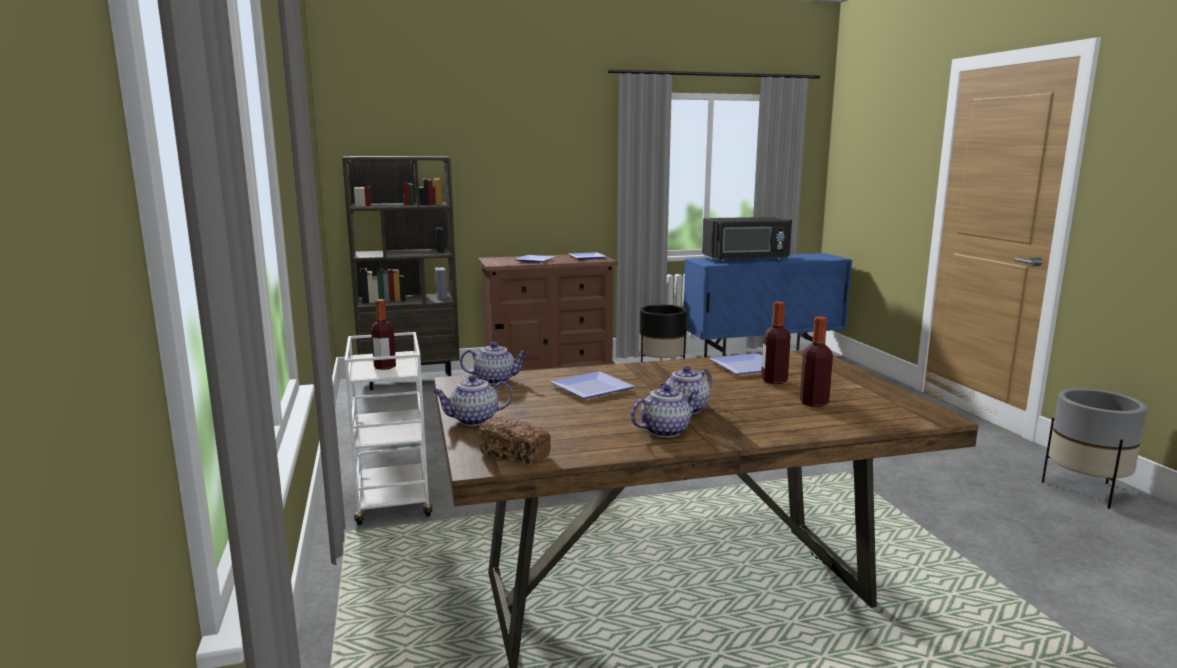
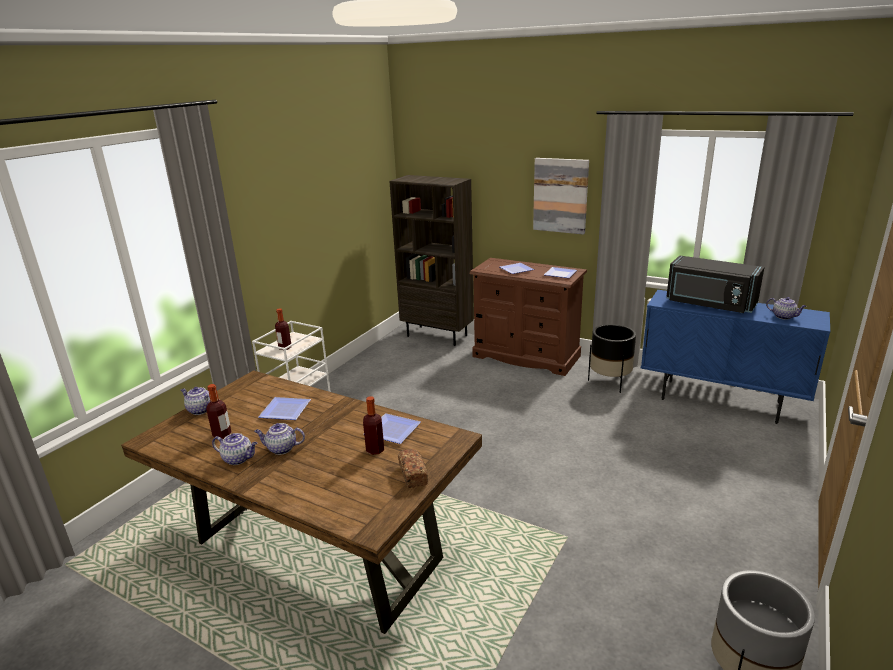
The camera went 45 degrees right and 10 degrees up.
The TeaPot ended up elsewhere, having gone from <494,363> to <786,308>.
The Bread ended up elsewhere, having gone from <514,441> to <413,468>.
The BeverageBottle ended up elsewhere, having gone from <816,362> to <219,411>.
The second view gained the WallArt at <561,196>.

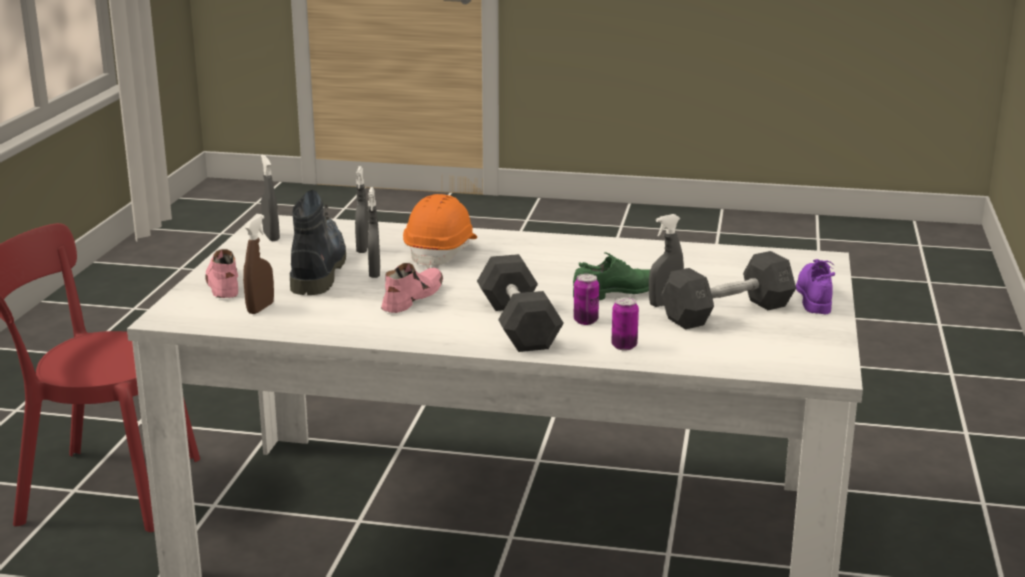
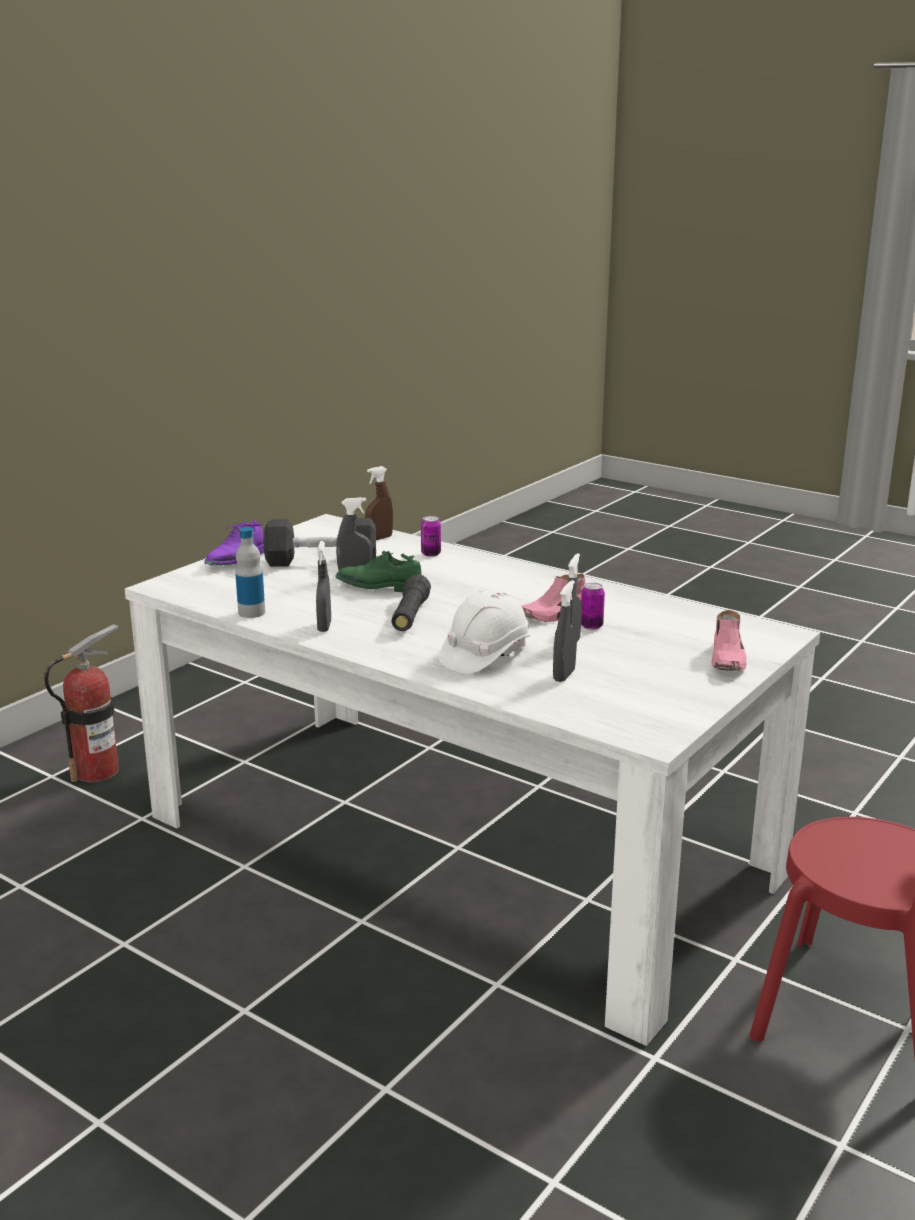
The camera went 155 degrees left and 0 degrees up.
The BrownishHandSprayer ended up elsewhere, having gone from <258,264> to <379,503>.
The GreyishHandSprayer ended up elsewhere, having gone from <270,197> to <323,586>.
The second view lost the HighTopBoot at <318,242>.
What was the OrangeyWorkHelmet at <440,231> turned into the WhiteColouredWorkHelmet at <485,631>.
The second view lost the GreyishFreeWeight at <520,303>.
The Can ended up elsewhere, having gone from <586,299> to <593,606>.
The second view gained the FireExtinguisher at <81,703>.
The second view gained the BeverageBottle at <250,572>.
The second view gained the BlackishHandTorch at <411,603>.

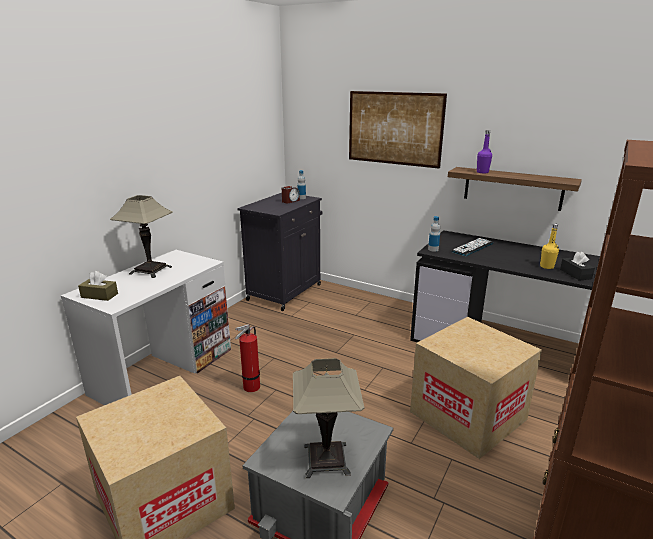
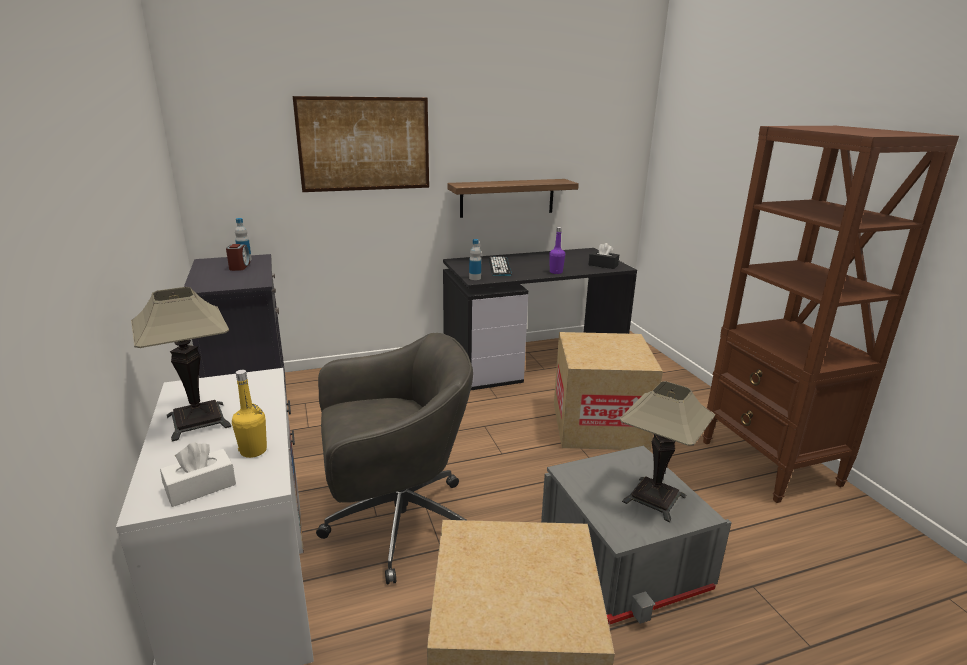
The camera went 50 degrees left and 0 degrees up.
What was the BrownishTissueHolder at <98,286> turned into the WhiteColouredTissueHolder at <198,474>.
Where the FireExtinguisher stood at <247,358>, the GreyishComputerChair came to stand at <394,459>.
The PurpleBeverageBottle ended up elsewhere, having gone from <484,151> to <557,250>.
The YellowBeverageBottle ended up elsewhere, having gone from <549,246> to <249,414>.

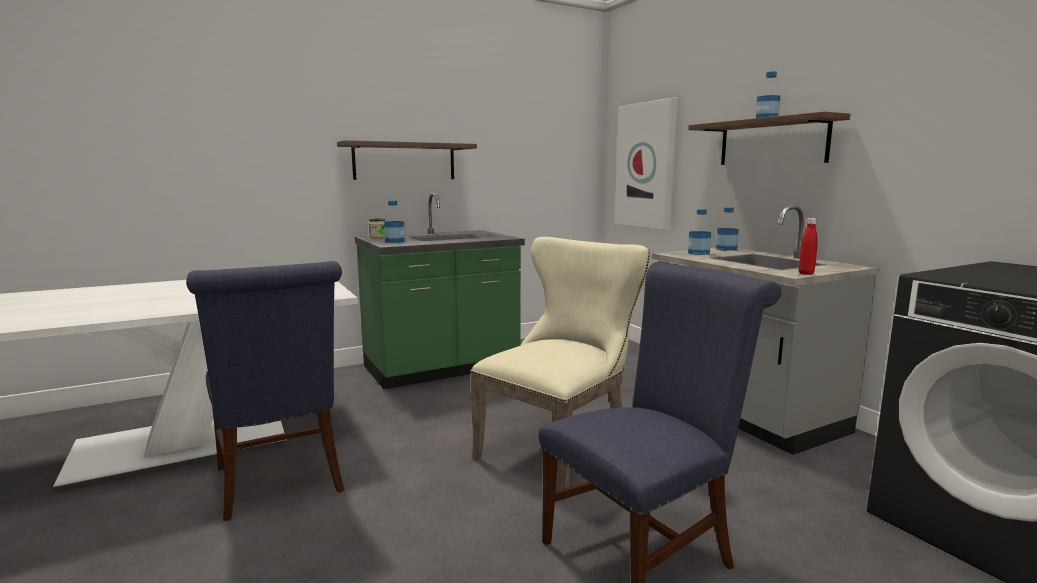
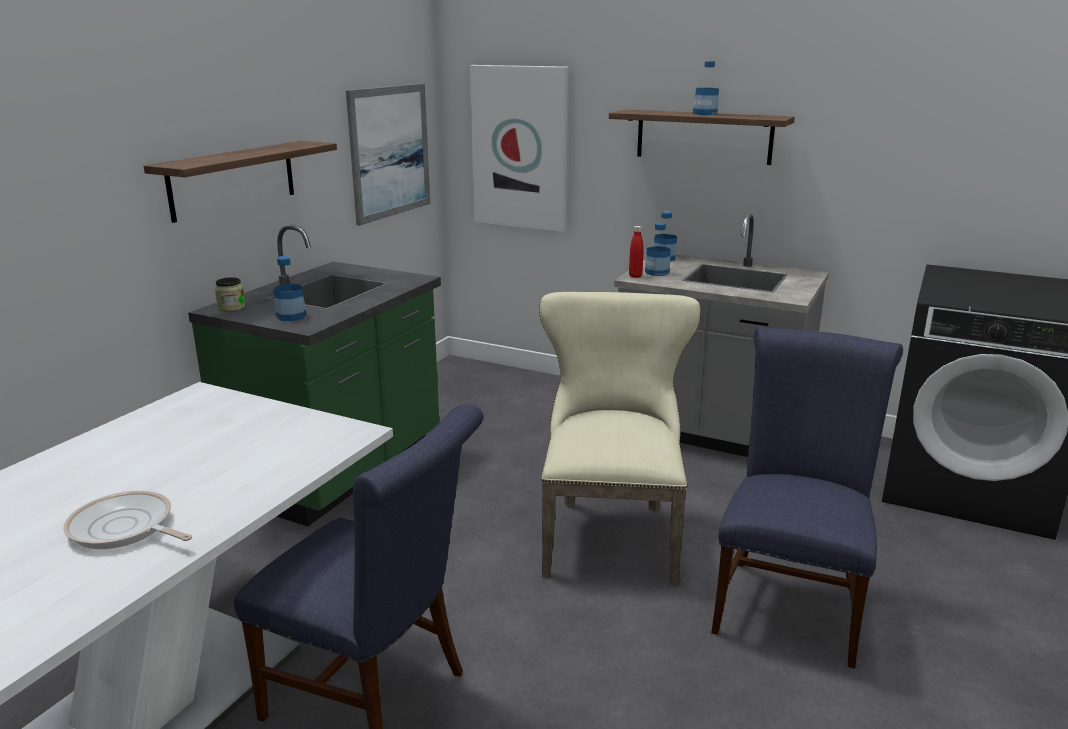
The camera went 35 degrees left and 10 degrees up.
The RedColouredBeverageBottle ended up elsewhere, having gone from <808,246> to <636,252>.
The second view gained the FryingPan at <127,520>.
The second view gained the WallArt at <388,155>.

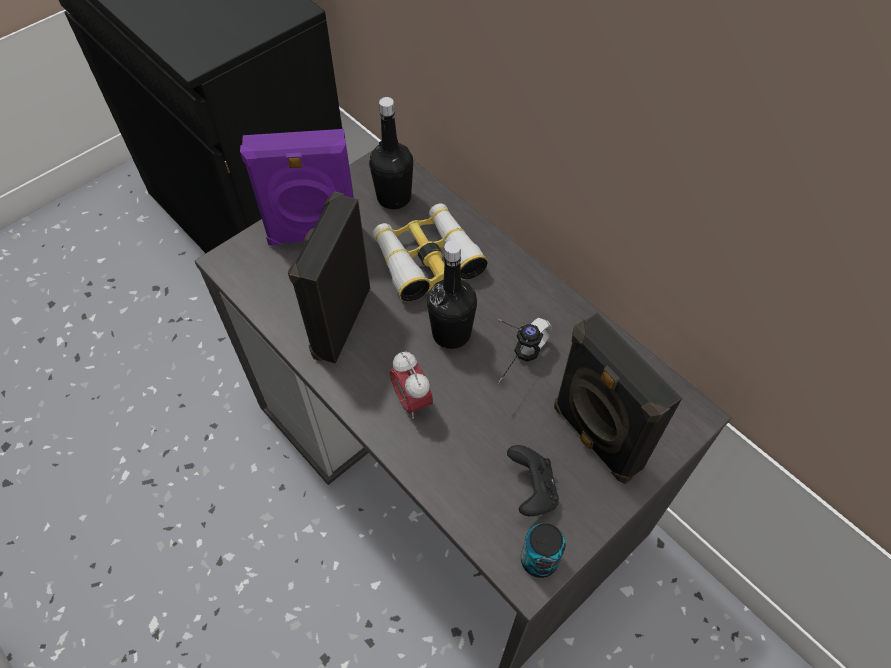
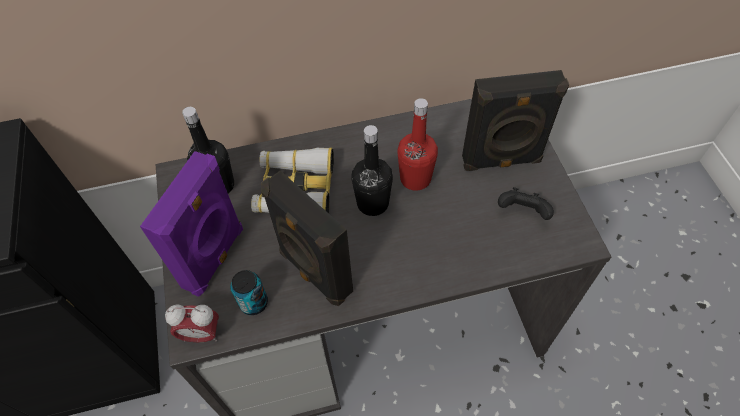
The camera went 60 degrees left and 0 degrees up.
The BedsideClock ended up elsewhere, having gone from <411,385> to <192,323>.
Where the Headphones stood at <525,351>, the RedColouredBeverageBottle came to stand at <417,144>.
The Can ended up elsewhere, having gone from <543,550> to <249,292>.

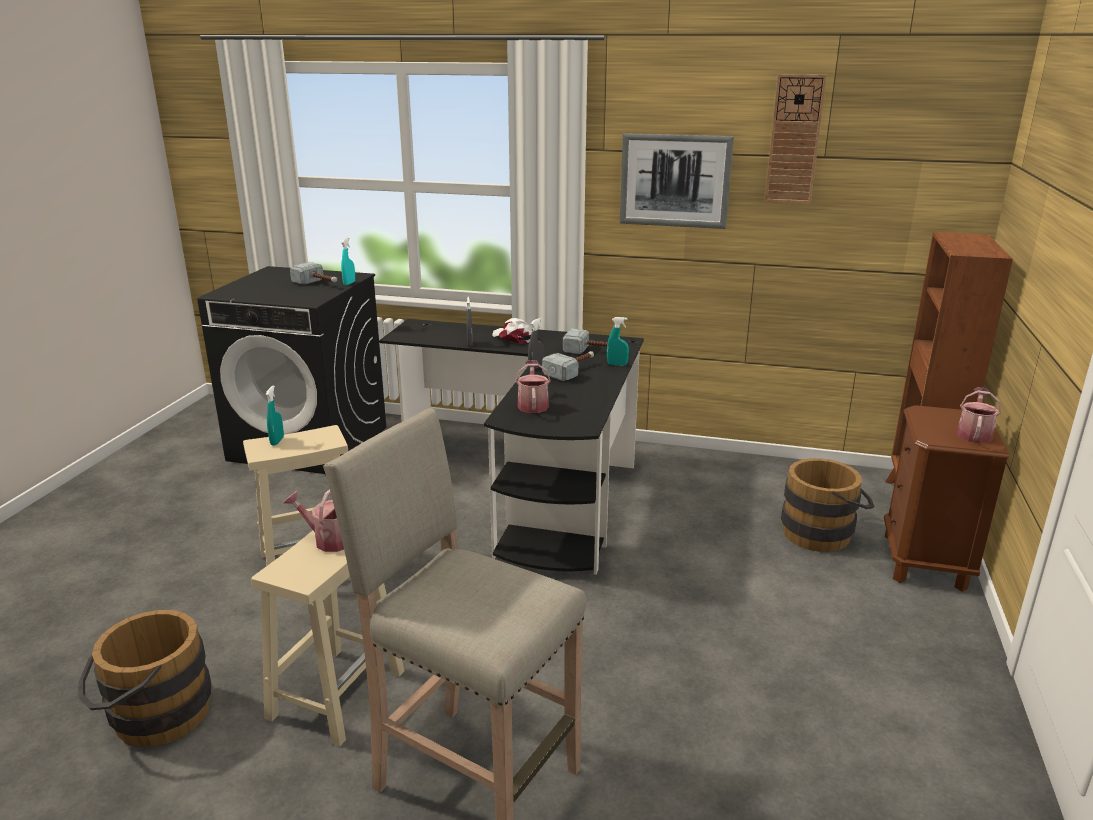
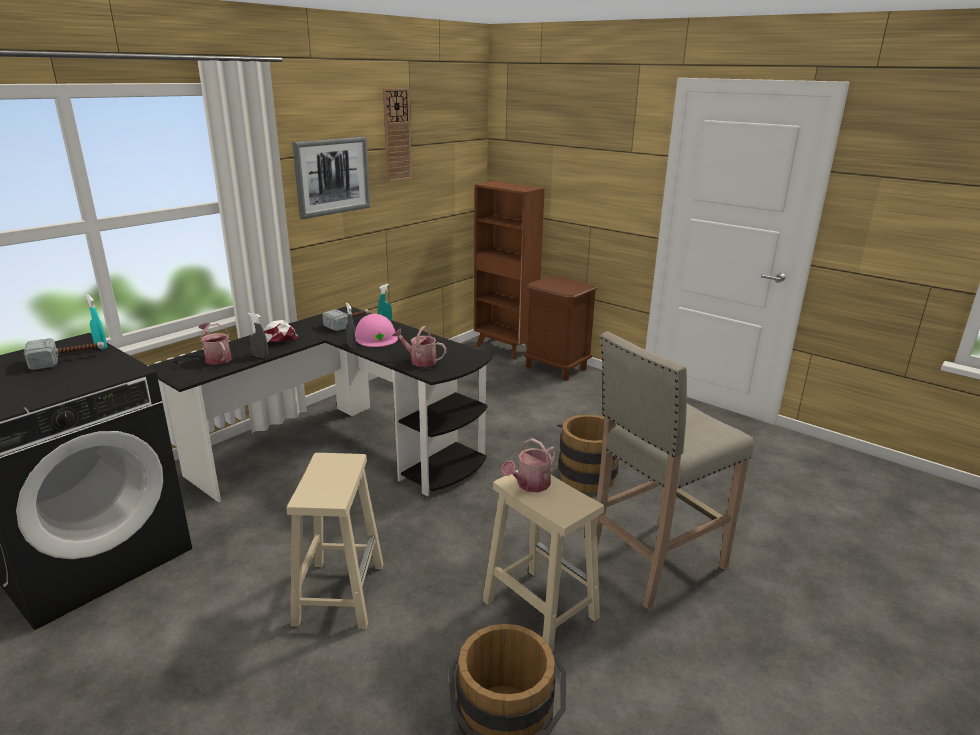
The camera went 65 degrees left and 0 degrees up.
The second view lost the TurquoiseColouredHandSprayer at <274,415>.
Where the Hammer stood at <568,366>, the PinkColouredWorkHelmet came to stand at <376,330>.
The BrownishWaterBucket ended up elsewhere, having gone from <827,505> to <588,453>.
The SprinklingCan ended up elsewhere, having gone from <978,415> to <215,343>.

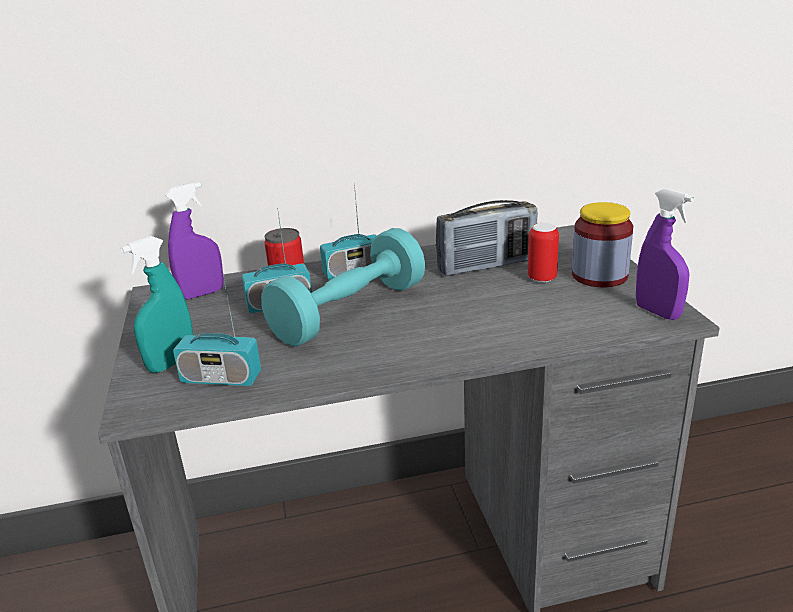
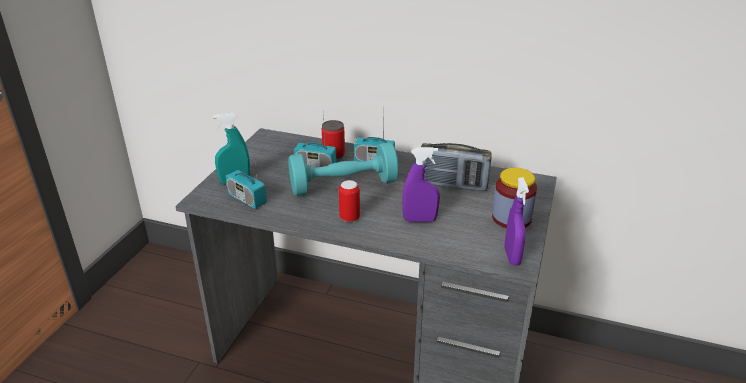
The camera went 30 degrees right and 5 degrees up.
The PurpleHandSprayer ended up elsewhere, having gone from <194,241> to <421,184>.
The Can ended up elsewhere, having gone from <543,253> to <349,201>.

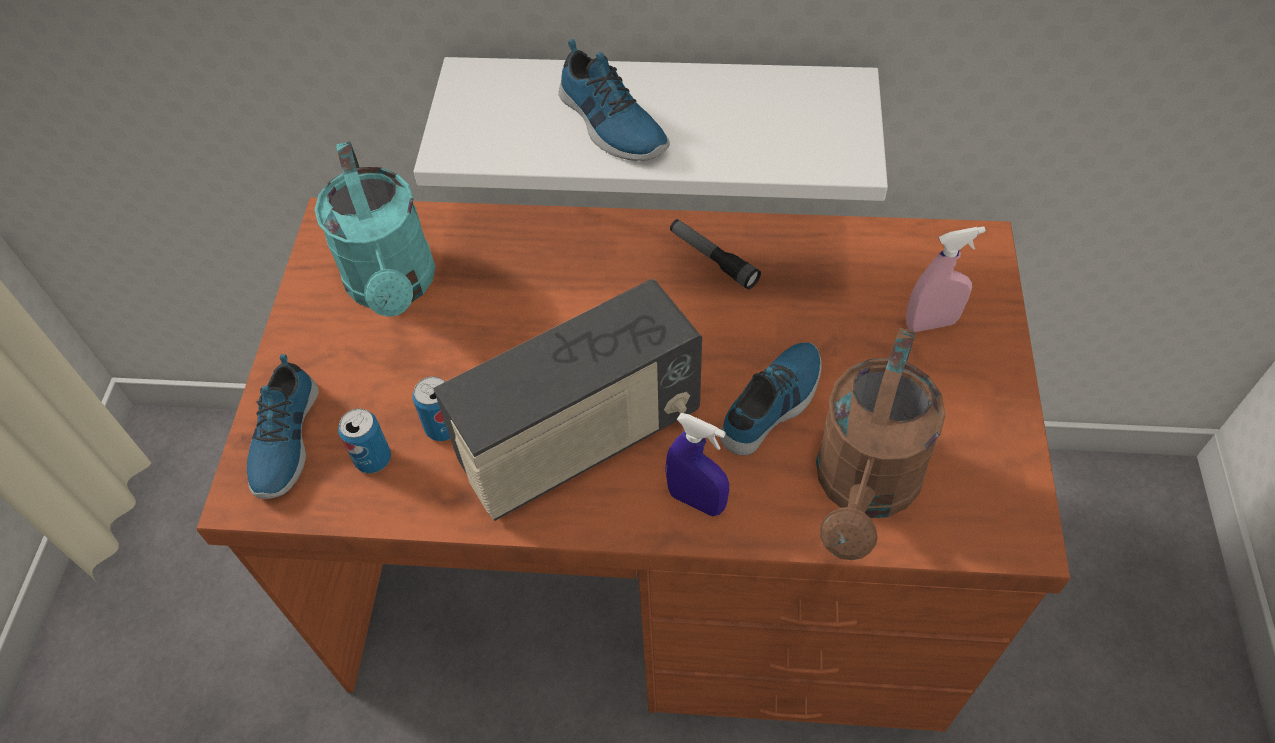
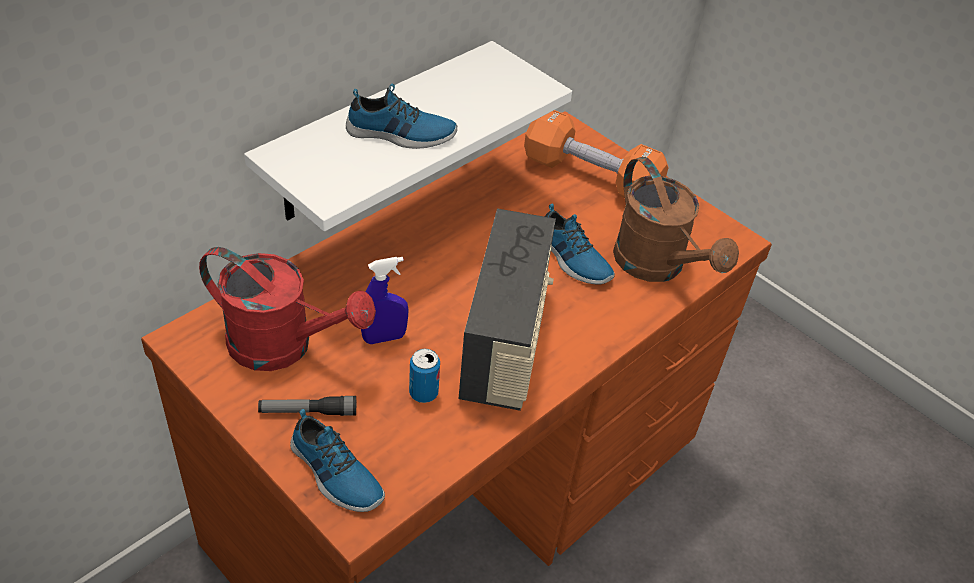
The camera went 55 degrees left and 10 degrees down.
What was the TurquoiseColouredSprinklingCan at <375,229> turned into the RedColouredSprinklingCan at <287,309>.
The second view lost the Can at <364,440>.
The BluishHandSprayer ended up elsewhere, having gone from <697,464> to <384,300>.
The HandTorch ended up elsewhere, having gone from <715,254> to <307,406>.
The LowShoe at <770,398> ended up facing another way, 150 degrees clockwise from before.
Where the PinkColouredHandSprayer stood at <946,279>, the OrangeyFreeWeight came to stand at <596,154>.

